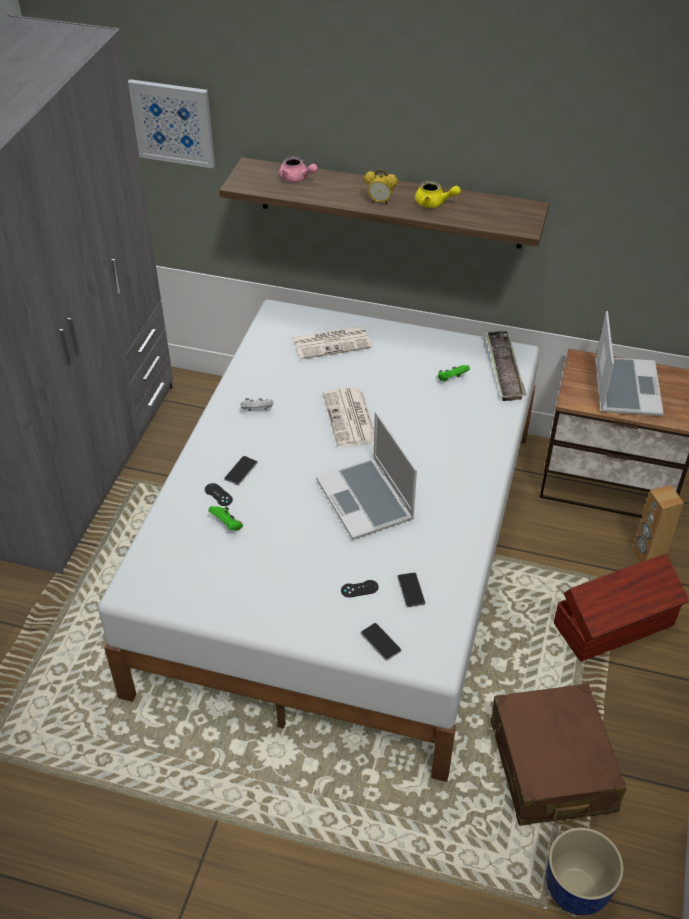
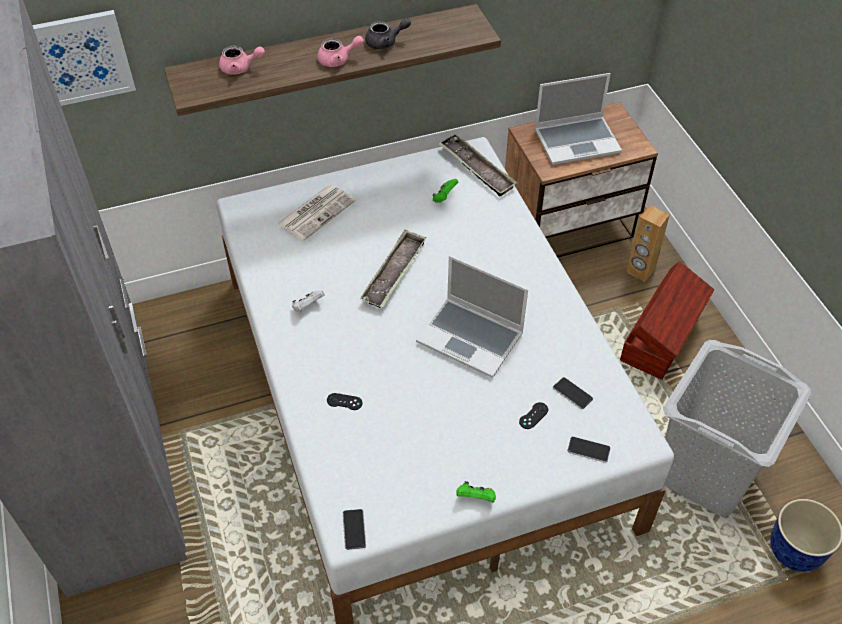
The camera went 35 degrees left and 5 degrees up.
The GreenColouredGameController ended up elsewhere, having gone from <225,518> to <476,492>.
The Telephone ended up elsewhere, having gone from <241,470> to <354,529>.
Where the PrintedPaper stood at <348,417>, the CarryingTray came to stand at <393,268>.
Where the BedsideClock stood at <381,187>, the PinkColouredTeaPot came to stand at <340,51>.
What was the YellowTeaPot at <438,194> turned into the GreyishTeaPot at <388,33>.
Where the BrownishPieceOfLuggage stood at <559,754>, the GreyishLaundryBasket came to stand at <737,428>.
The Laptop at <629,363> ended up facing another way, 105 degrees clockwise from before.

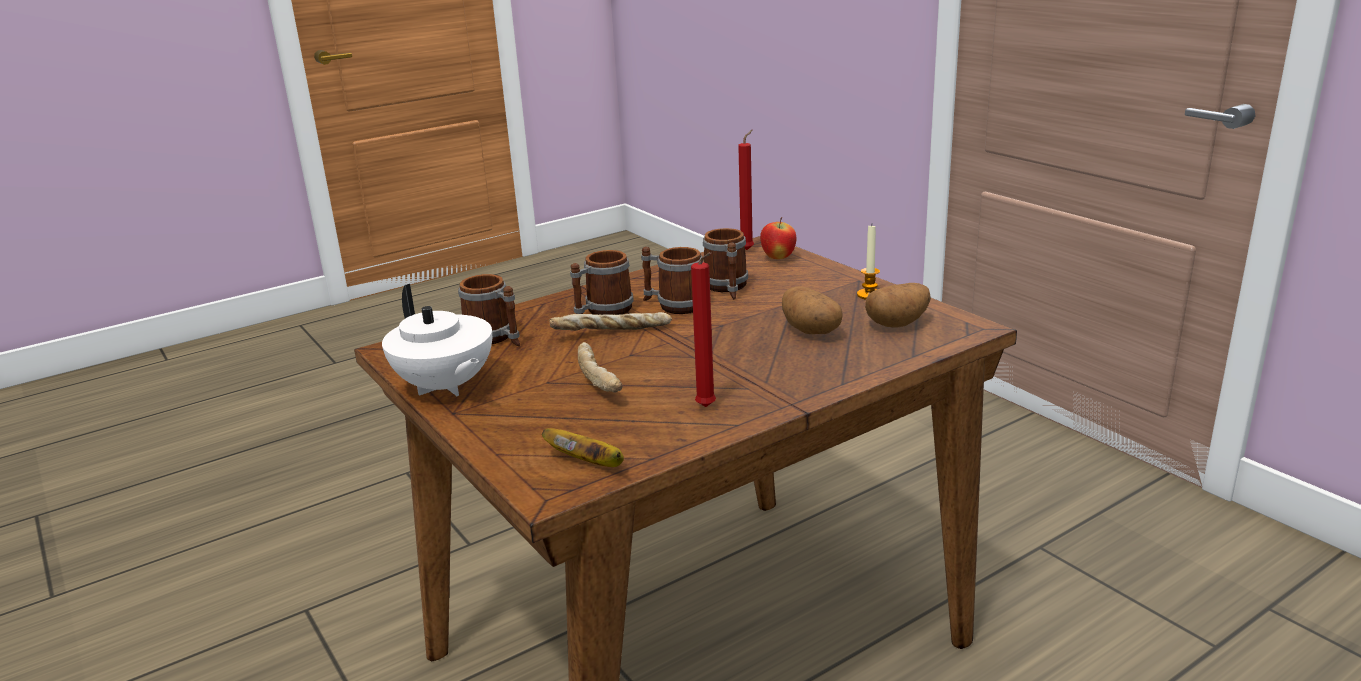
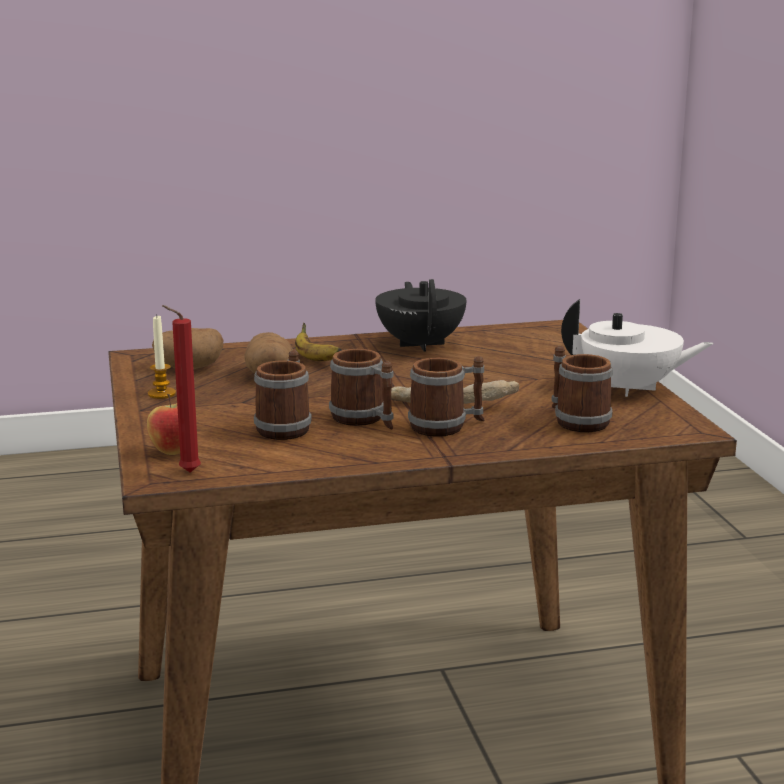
The camera went 160 degrees left and 5 degrees down.
The WhiteColouredTeaPot at <437,340> ended up facing another way, 120 degrees clockwise from before.
The WholeBanana ended up elsewhere, having gone from <583,447> to <318,342>.
The second view lost the Bread at <600,367>.
Where the RedColouredCandle stood at <703,329>, the BlackishTeaPot came to stand at <420,315>.

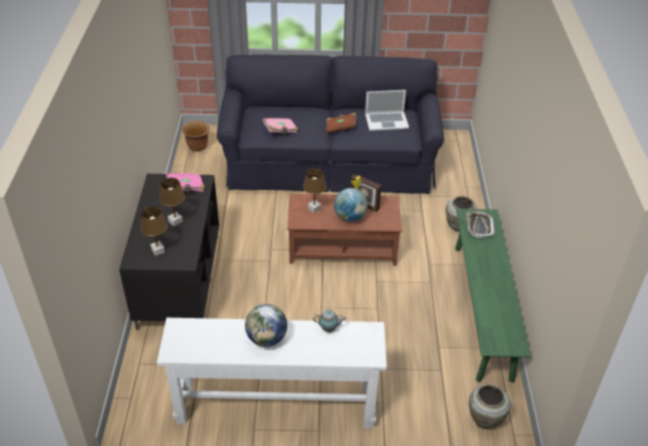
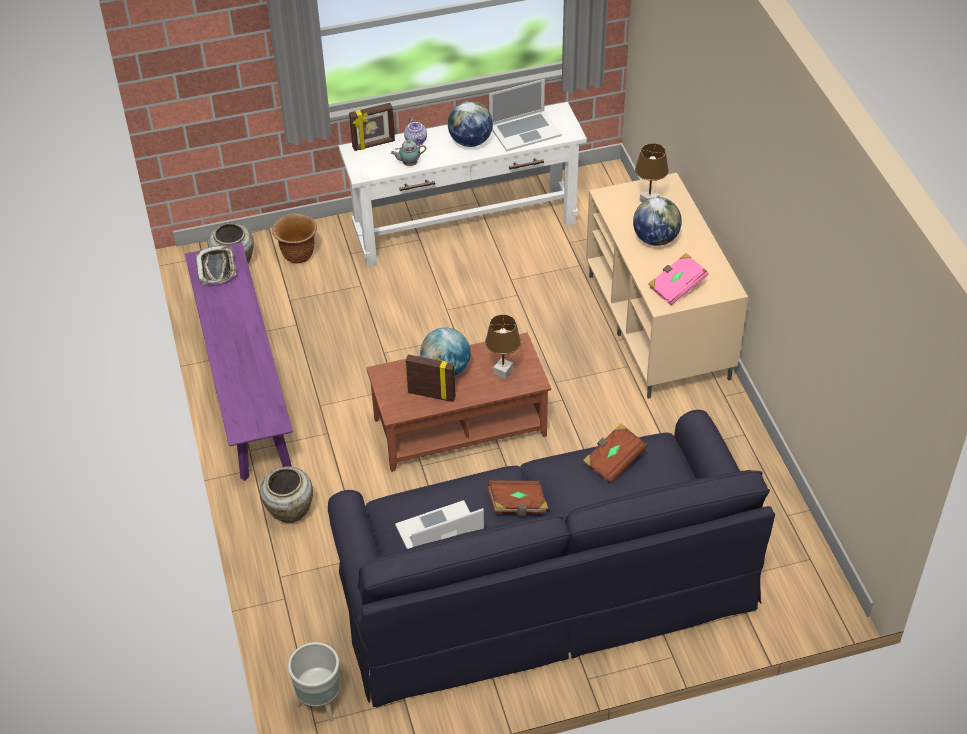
The camera went 165 degrees right and 5 degrees up.
What was the BlackishMediaConsole at <169,252> turned into the BeigeColouredMediaConsole at <667,286>.
Where the BrownishLampForATable stood at <172,202>, the DeskGlobe came to stand at <657,221>.
The BrownishFlowerPot ended up elsewhere, having gone from <195,136> to <294,238>.
What was the PinkColouredBook at <280,126> turned into the BrownishBook at <615,453>.
What was the GreenColouredLongSeat at <493,296> turned into the PurpleLongSeat at <239,361>.
The CarryingTray ended up elsewhere, having gone from <480,224> to <215,265>.
The second view gained the GreyishFlowerPot at <314,682>.
The second view gained the StandingFrame at <372,127>.
The second view gained the TeaPot at <415,131>.
The second view gained the Laptop at <525,115>.

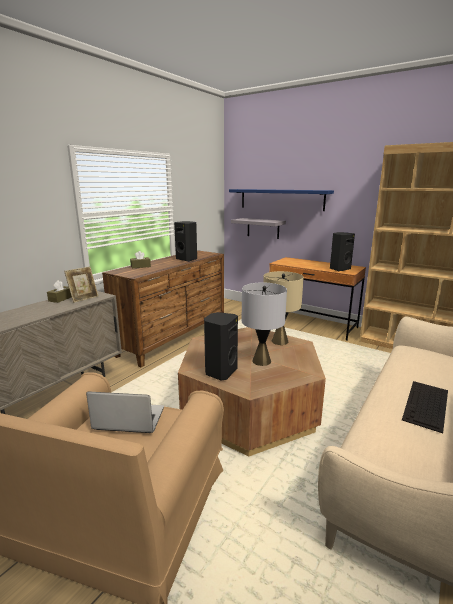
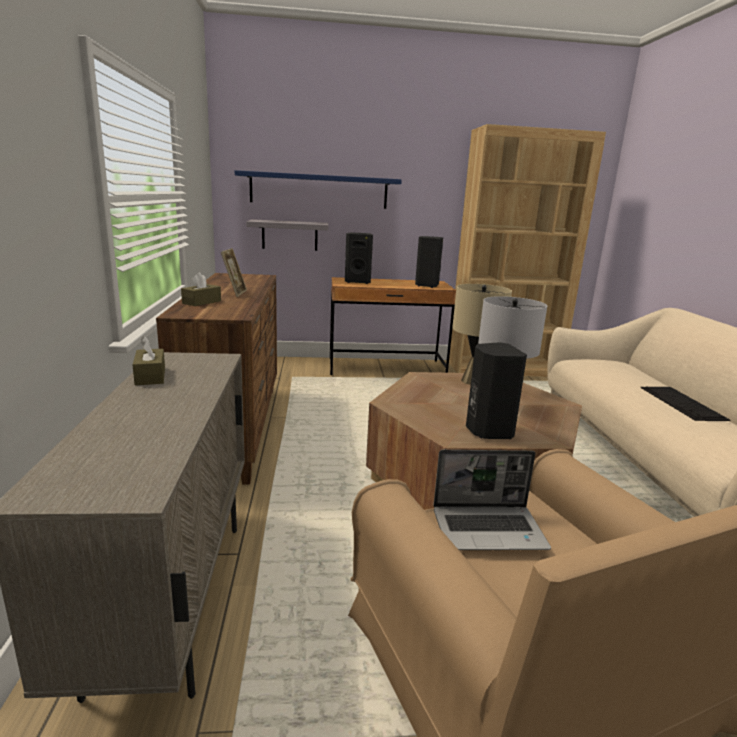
The camera went 40 degrees left and 0 degrees up.
The StandingFrame ended up elsewhere, having gone from <81,285> to <234,272>.
The Laptop at <125,412> ended up facing another way, 150 degrees counterclockwise from before.
The BlackishAudioSpeaker ended up elsewhere, having gone from <185,241> to <359,258>.

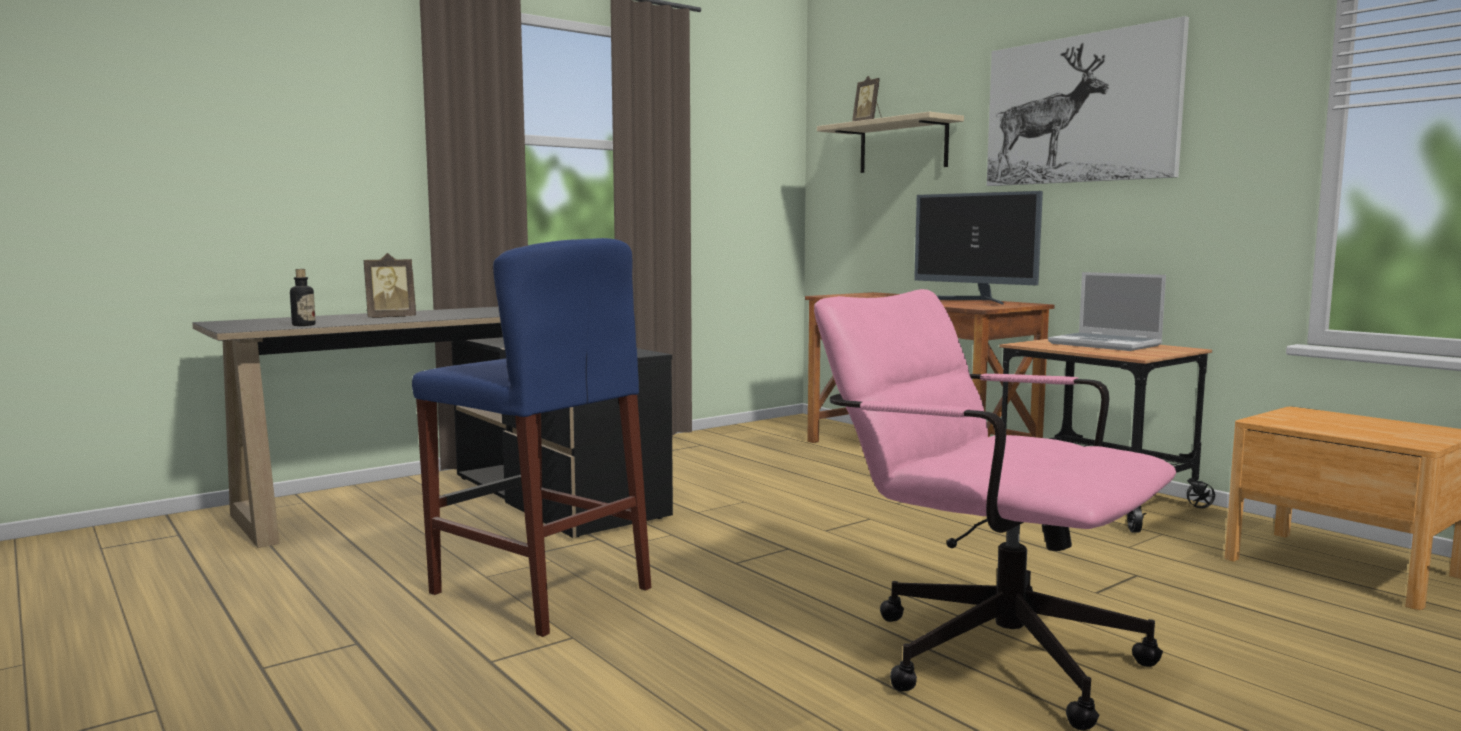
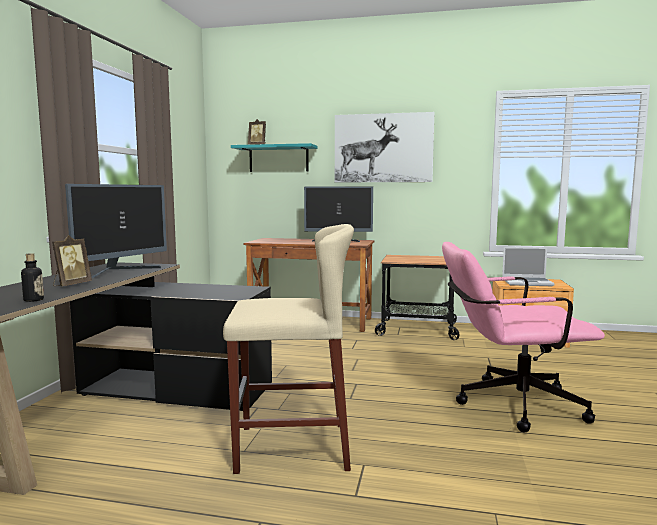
The camera went 40 degrees left and 0 degrees up.
What was the BluishStoolSeat at <531,437> turned into the BeigeColouredStoolSeat at <288,349>.
What was the BeigeColouredShelf at <890,142> turned into the TurquoiseColouredShelf at <274,157>.
The Laptop ended up elsewhere, having gone from <1107,311> to <528,266>.
The second view gained the ComputerDisplay at <116,231>.

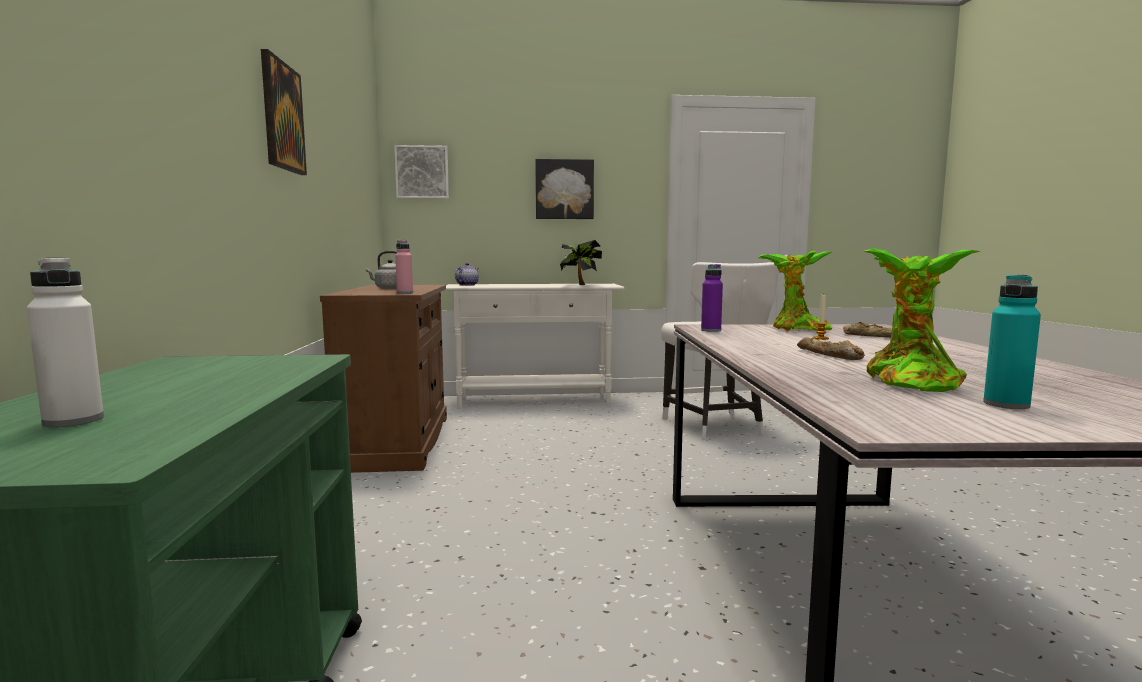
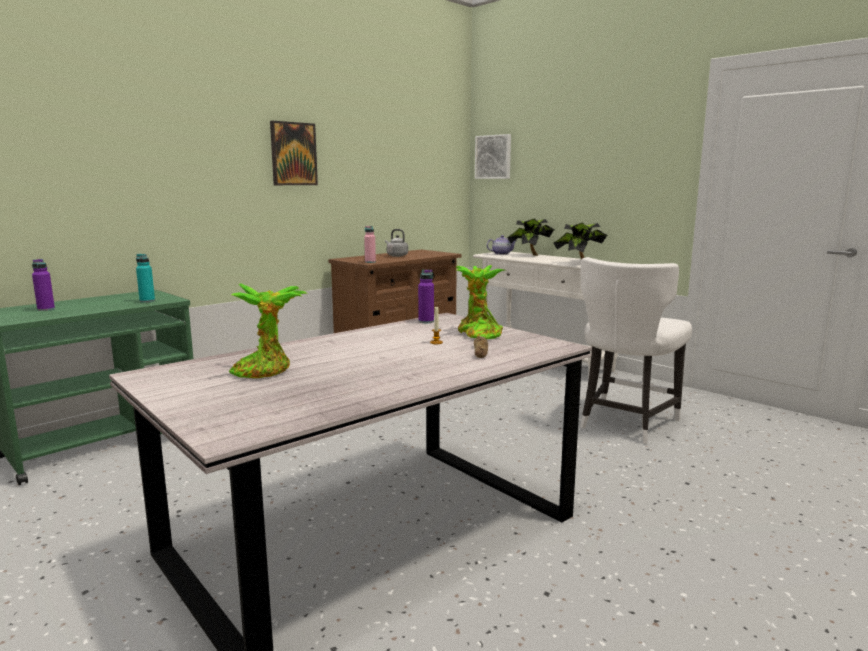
The camera went 50 degrees right and 5 degrees up.
What was the WhiteColouredBeverageBottle at <65,342> turned into the PurpleBeverageBottle at <43,285>.
The second view lost the WallArt at <564,189>.
The second view lost the Bread at <831,348>.
The TurquoiseColouredBeverageBottle ended up elsewhere, having gone from <1012,342> to <145,278>.
The second view gained the Houseplant at <530,237>.

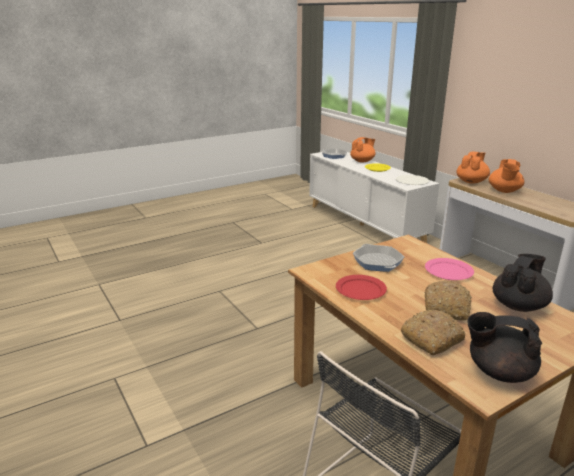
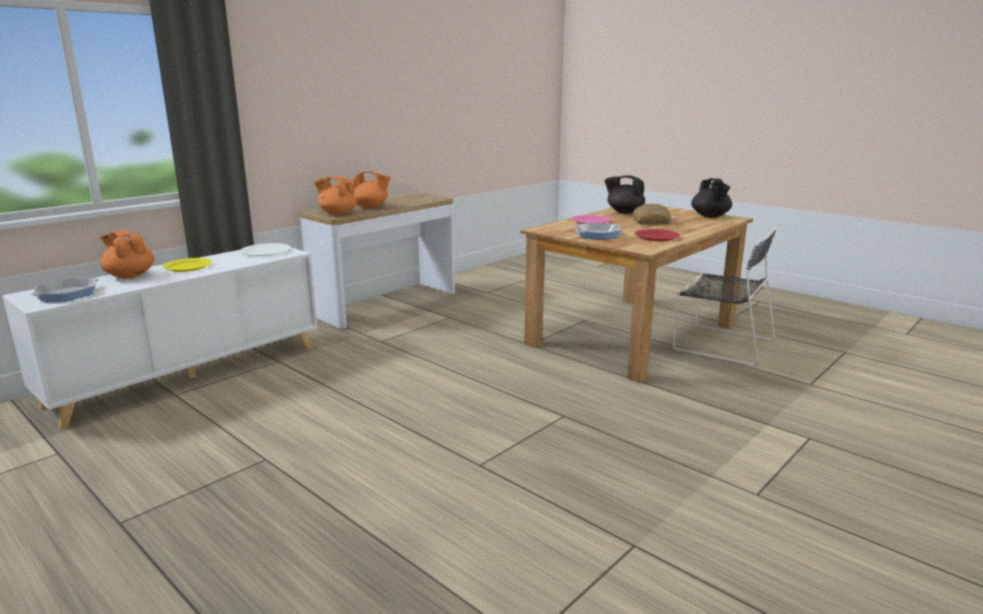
The camera went 105 degrees left and 5 degrees down.
The second view lost the Bread at <433,332>.

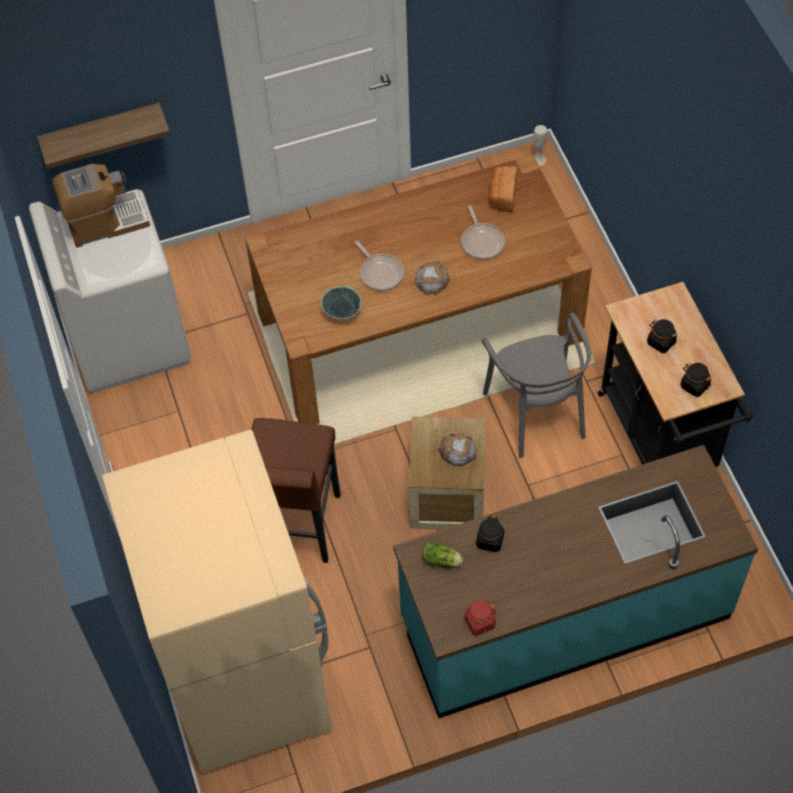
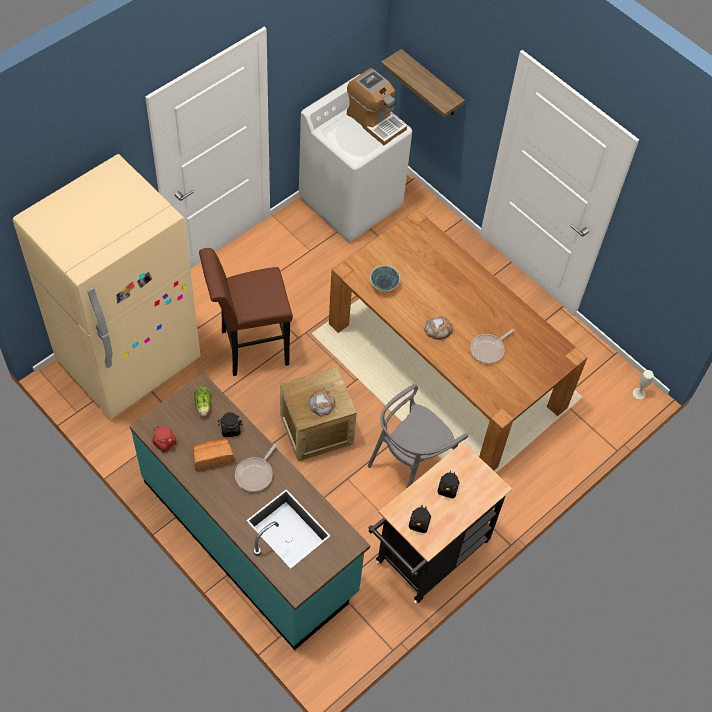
The camera went 60 degrees right and 0 degrees up.
The FryingPan ended up elsewhere, having gone from <379,266> to <256,468>.
The Bread ended up elsewhere, having gone from <503,189> to <213,455>.

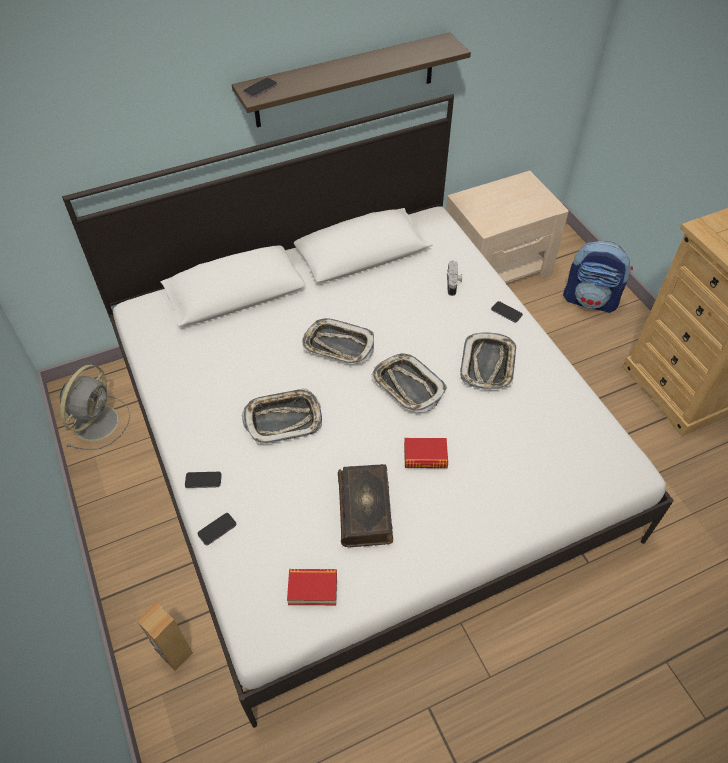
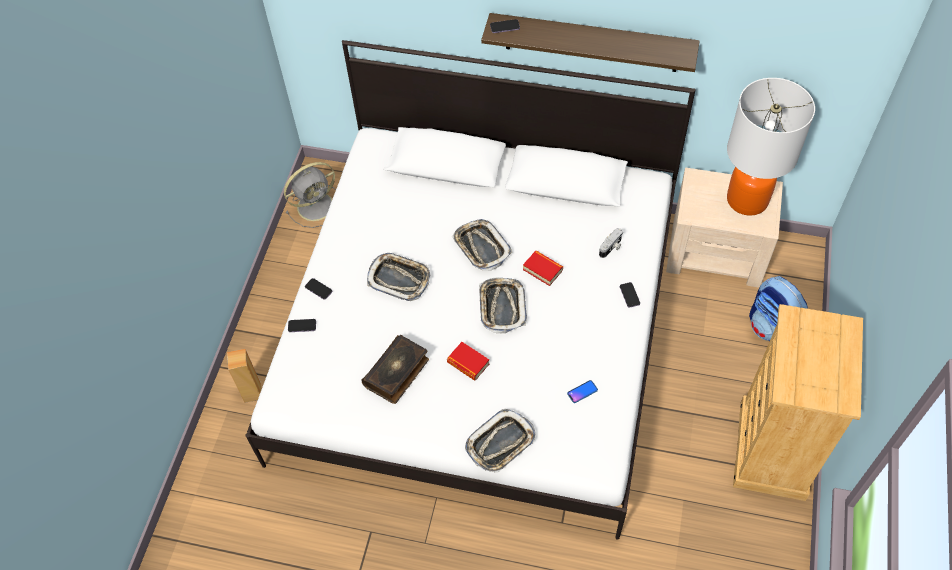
The camera went 40 degrees right and 5 degrees up.
The Book ended up elsewhere, having gone from <312,587> to <543,268>.
The CarryingTray ended up elsewhere, having gone from <488,361> to <500,441>.
The second view gained the Telephone at <582,391>.
The second view gained the LampForATable at <771,146>.

